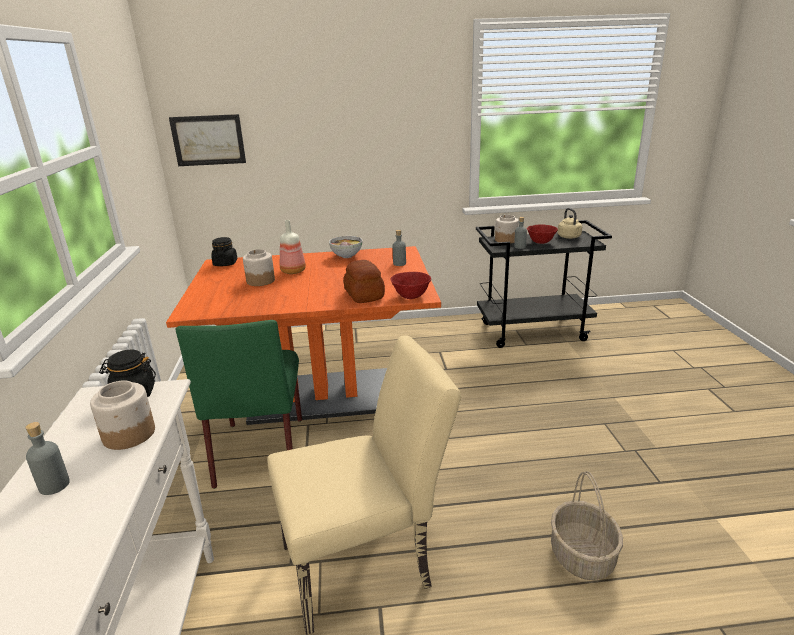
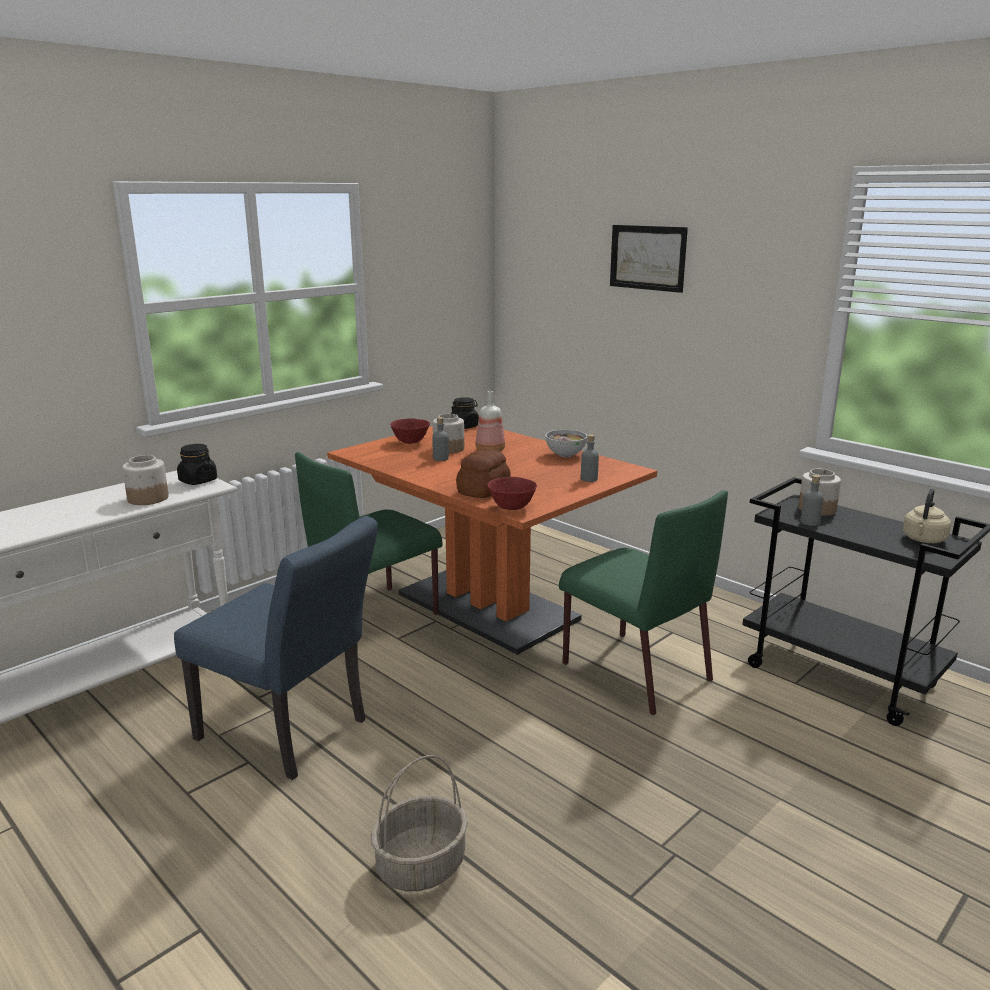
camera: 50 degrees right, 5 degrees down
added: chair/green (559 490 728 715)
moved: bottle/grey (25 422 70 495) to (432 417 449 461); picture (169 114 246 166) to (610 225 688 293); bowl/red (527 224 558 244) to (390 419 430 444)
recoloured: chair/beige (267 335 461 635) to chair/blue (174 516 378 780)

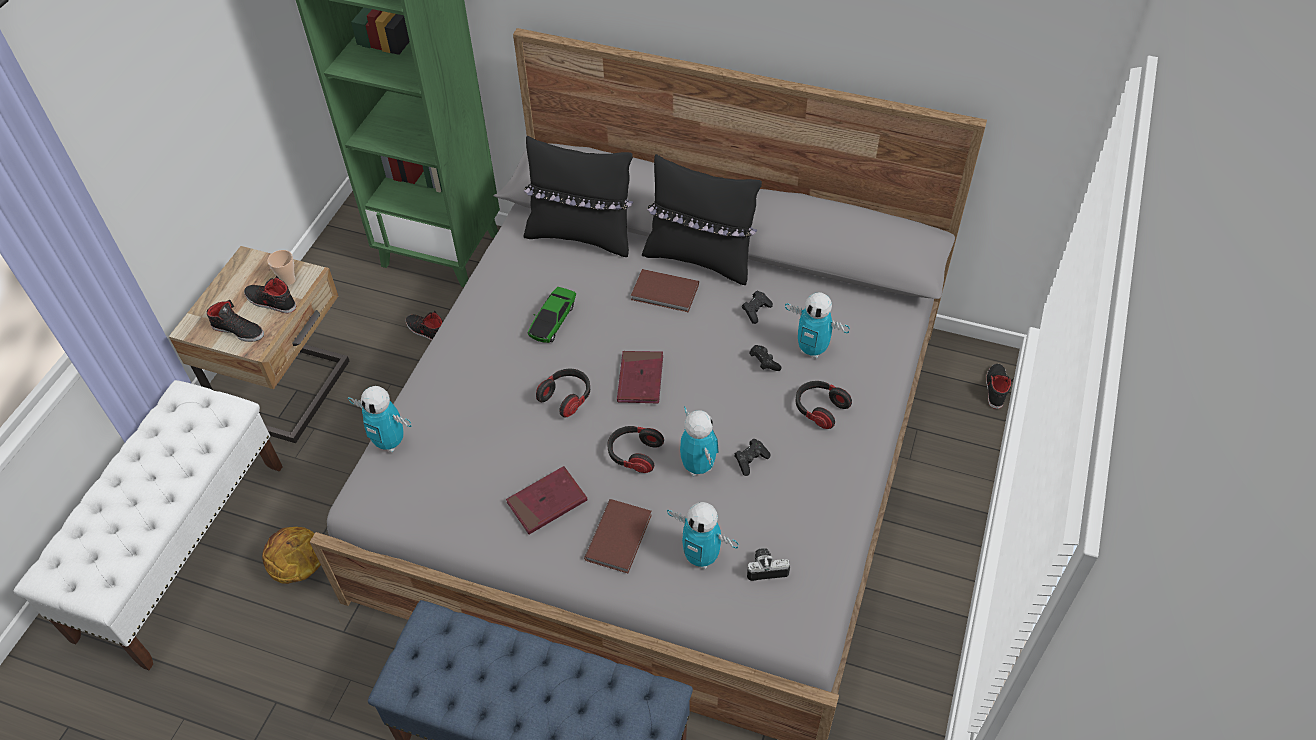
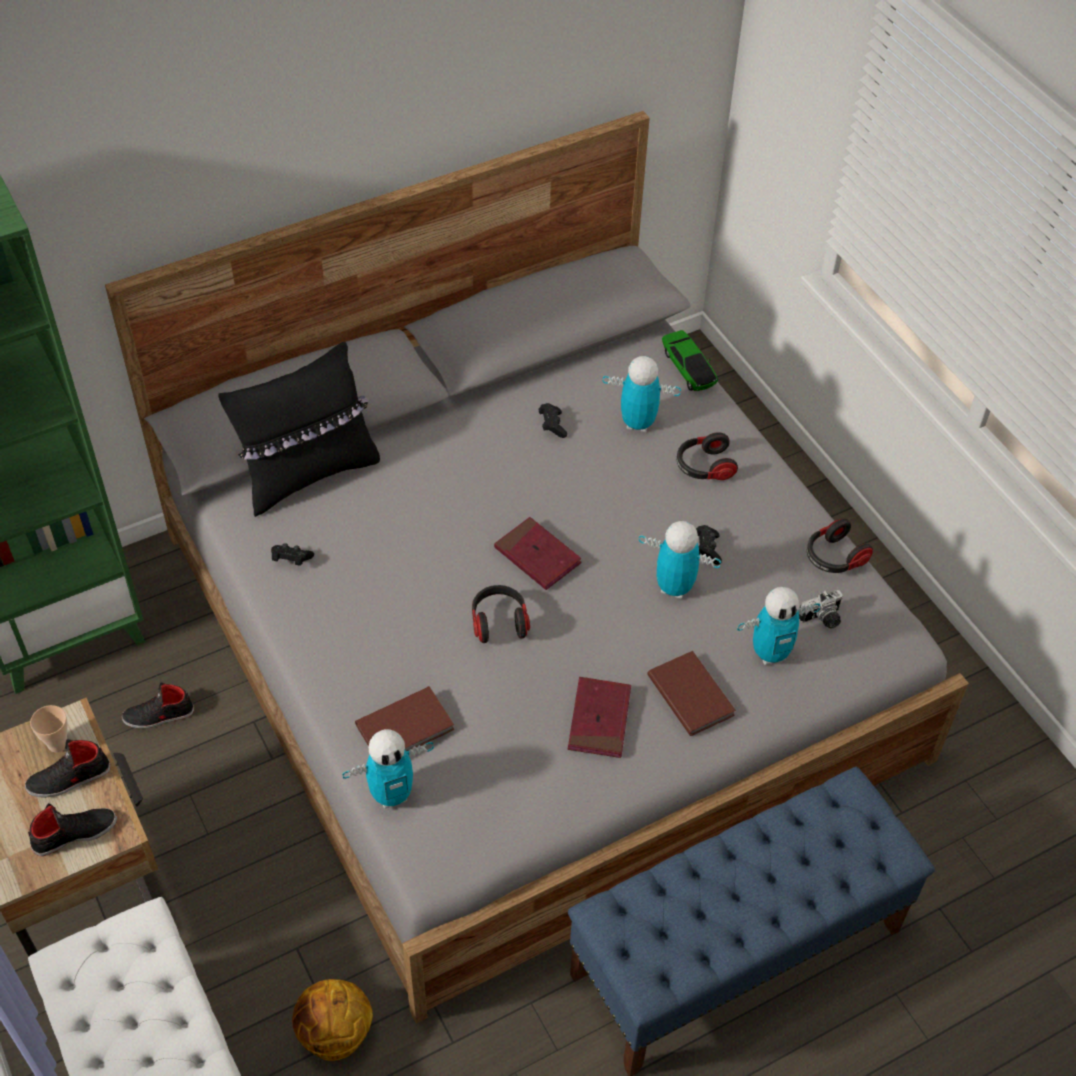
camera: 50 degrees left, 0 degrees up
removed: pillow/black (642 154 762 285); shoe/black (986 364 1013 409)
moved: toy car (528 287 576 343) to (662 330 718 391); headphones (607 426 664 473) to (807 519 873 573); book/brown (631 269 699 312) to (355 686 454 751); game controller/black (749 345 782 371) to (271 543 314 566)
turned: photo camera (747 548 790 581) = (799 590 843 629) 150 degrees counterclockwise; toy robot (785 292 850 359) = (603 356 681 432) 150 degrees counterclockwise

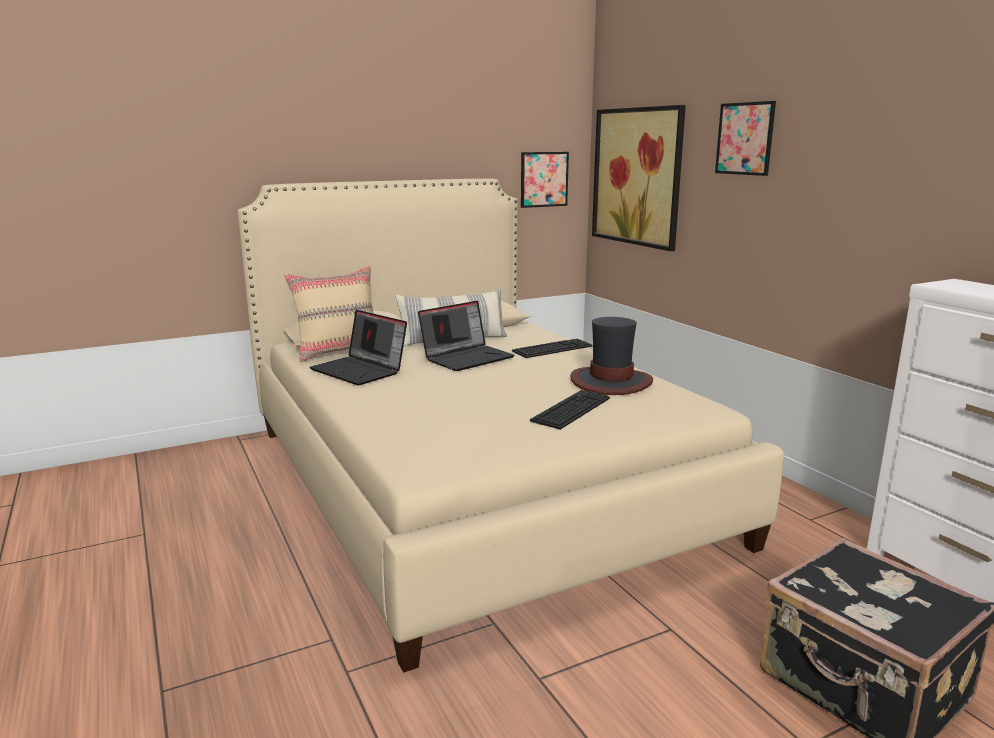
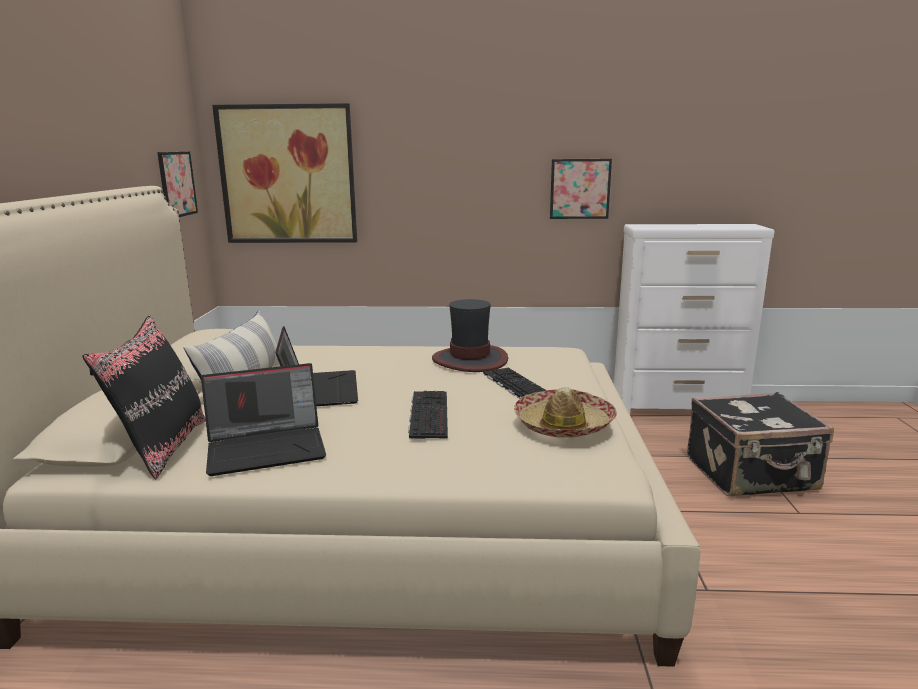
camera: 60 degrees left, 0 degrees up
added: hat (514 387 617 438)
moved: keyboard (512 339 592 358) to (408 391 448 439); picture (715 101 776 176) to (550 159 612 219)
recoloured: pillow/beige (284 266 373 362) to pillow/black (82 315 206 479)

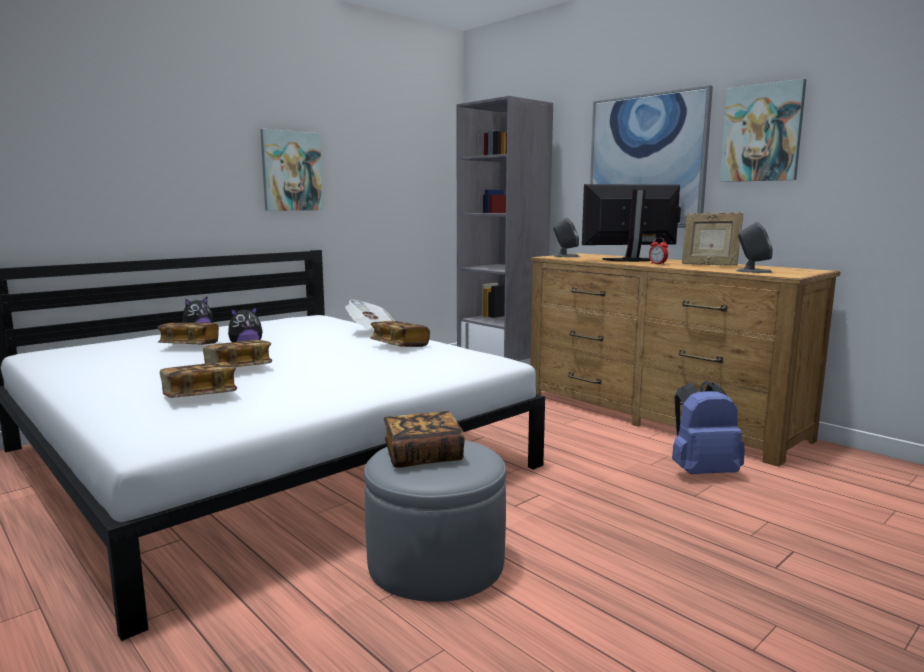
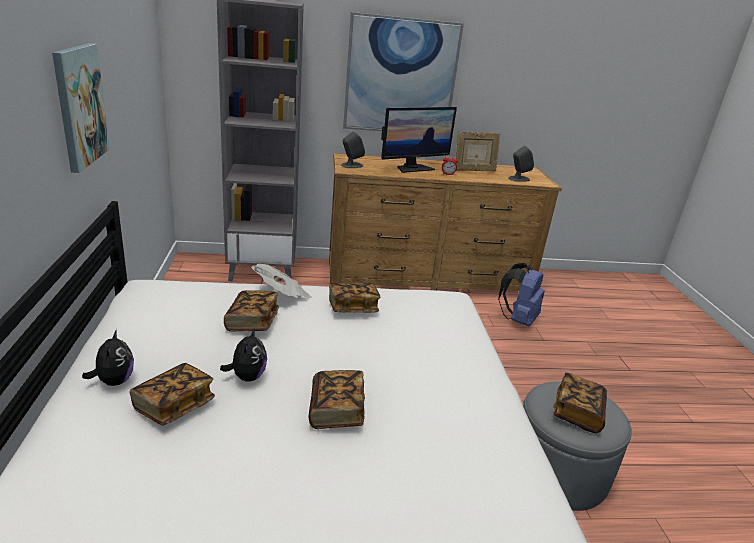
camera: 55 degrees left, 15 degrees up
removed: picture (719 79 806 182)
moved: book (160 362 237 398) to (224 290 279 332)
turned: monitor (582 184 681 262) = (381 107 457 173) 150 degrees counterclockwise

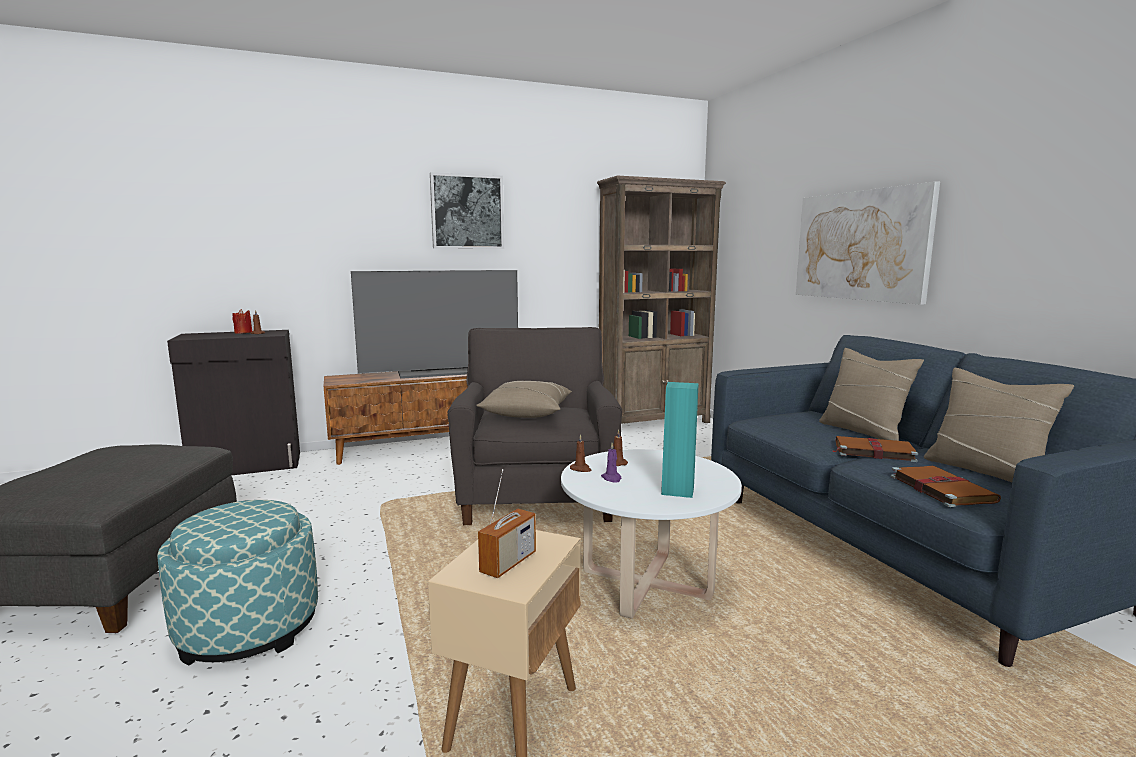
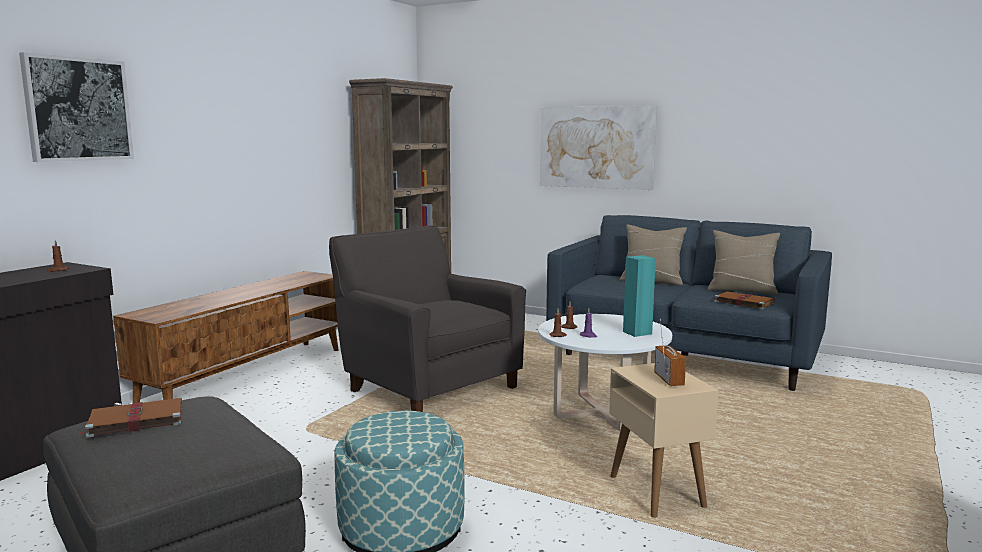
camera: 40 degrees left, 0 degrees up
removed: candle/red (233 309 252 334); television (351 270 518 379); pillow/beige (476 381 572 418)
moved: picture (430 172 504 249) to (19 52 134 162); book/brown (833 436 918 462) to (78 398 182 438)

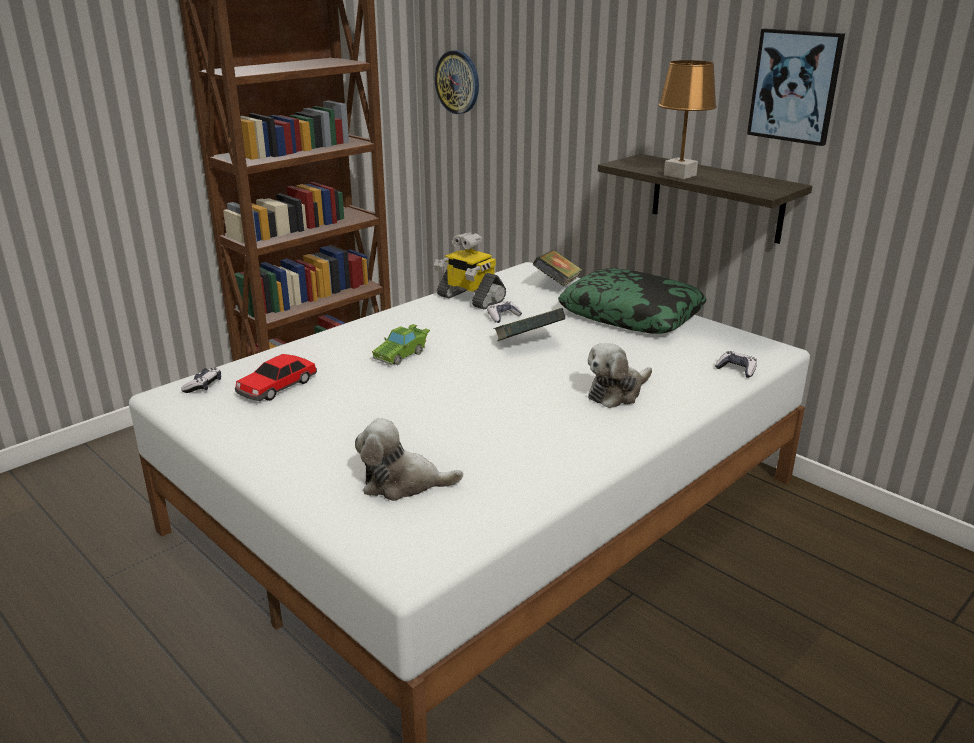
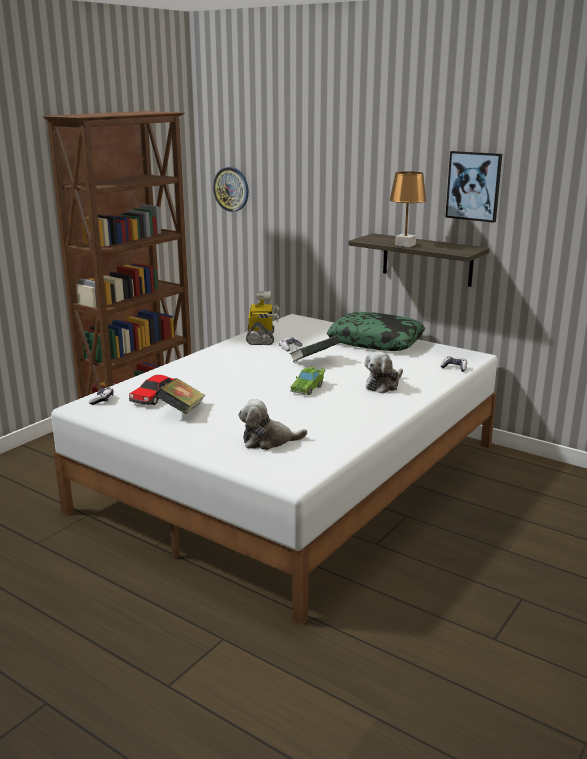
camera: 10 degrees left, 5 degrees down
moved: toy car/green (372 324 430 365) to (290 367 326 395); book (533 250 582 286) to (155 378 205 414)
turned: toy robot (434 232 506 310) = (246 291 279 345) 120 degrees counterclockwise

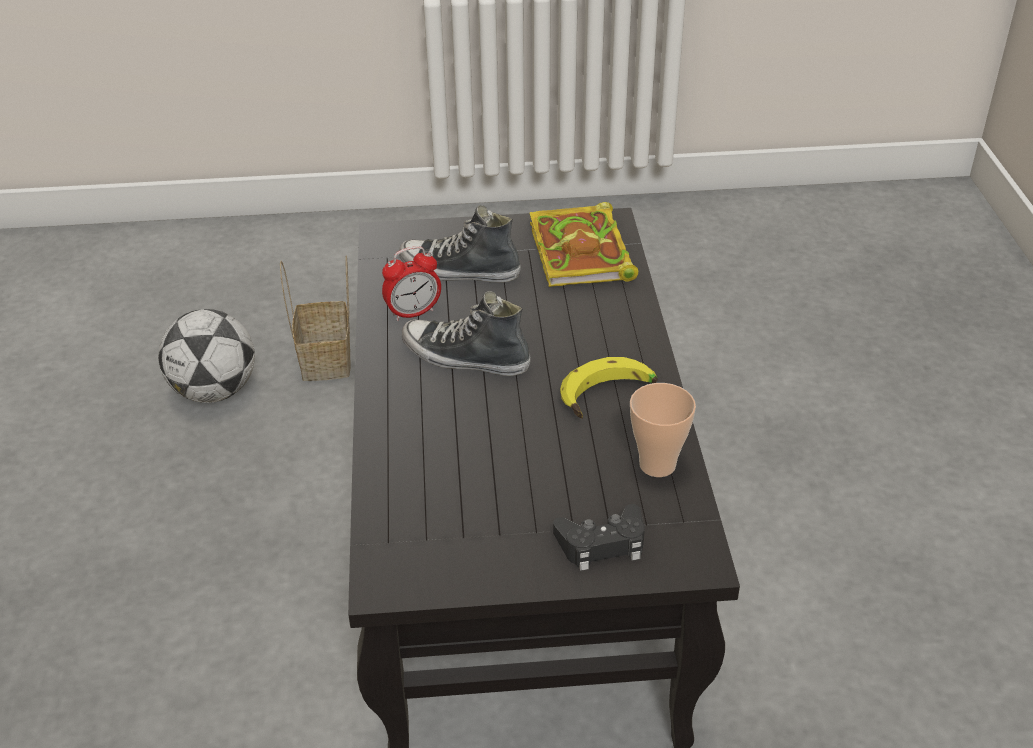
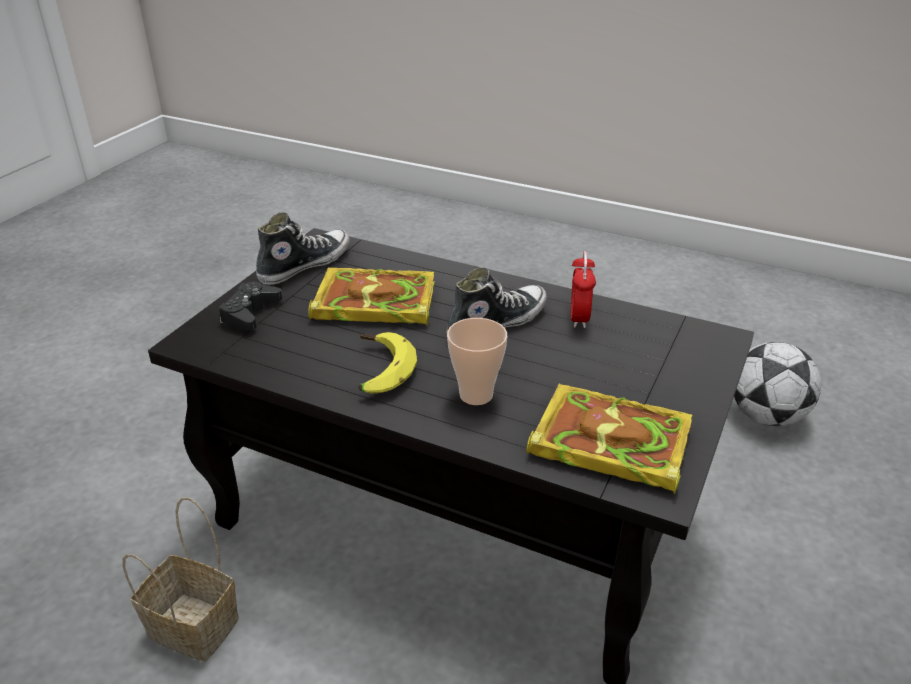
camera: 120 degrees right, 5 degrees down
added: book (308 268 435 326)
moved: basket (280 256 351 381) to (122 497 239 662); shoe (399 205 521 283) to (256 212 350 285); cup (630 383 696 477) to (447 318 507 405)

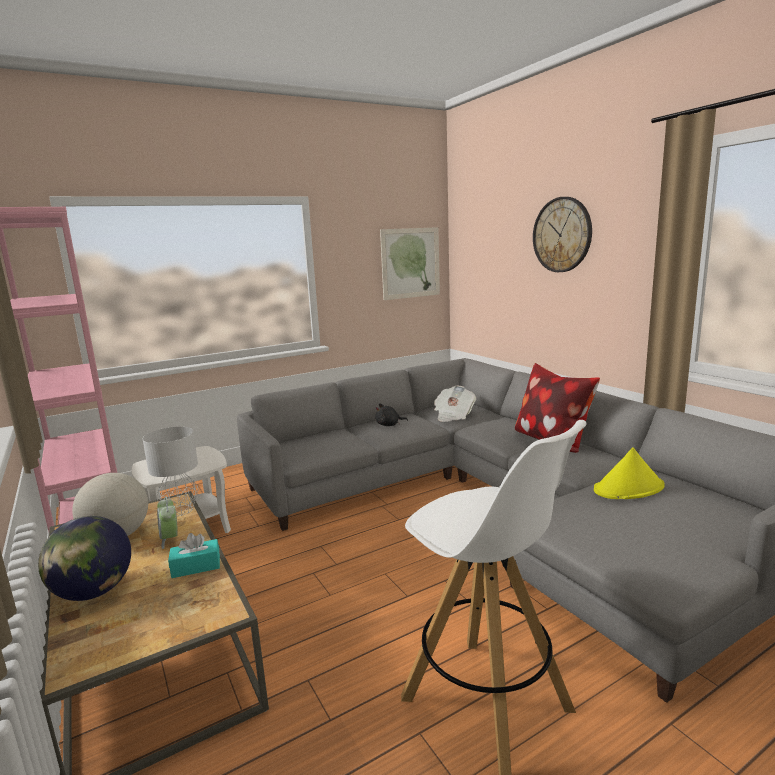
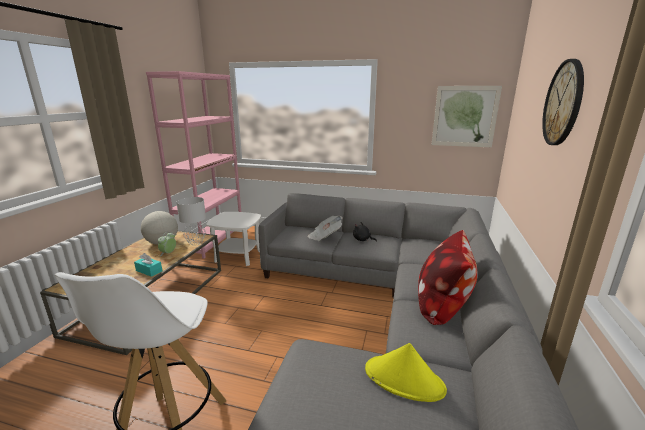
camera: 45 degrees right, 5 degrees up
removed: globe (38 516 131 601)
moved: newspaper (434 386 476 422) to (308 216 343 241)

